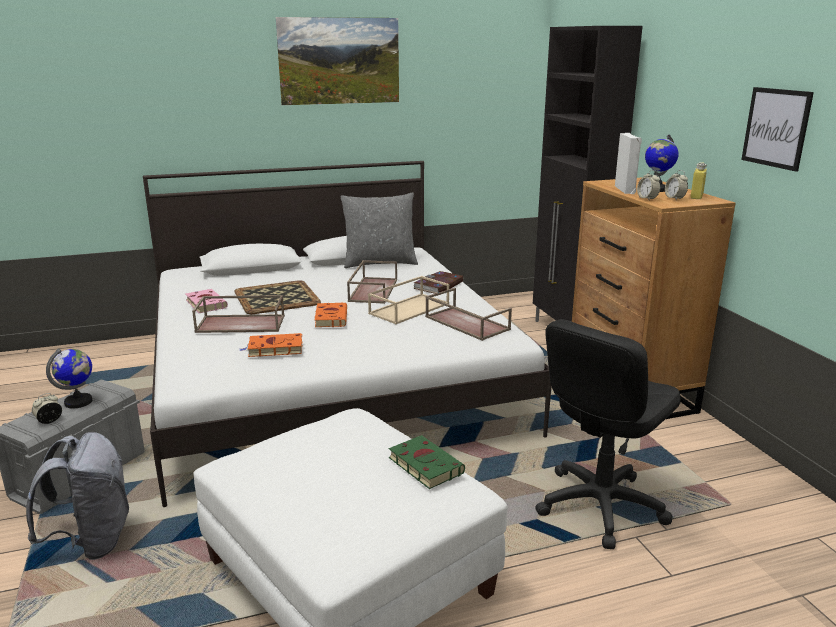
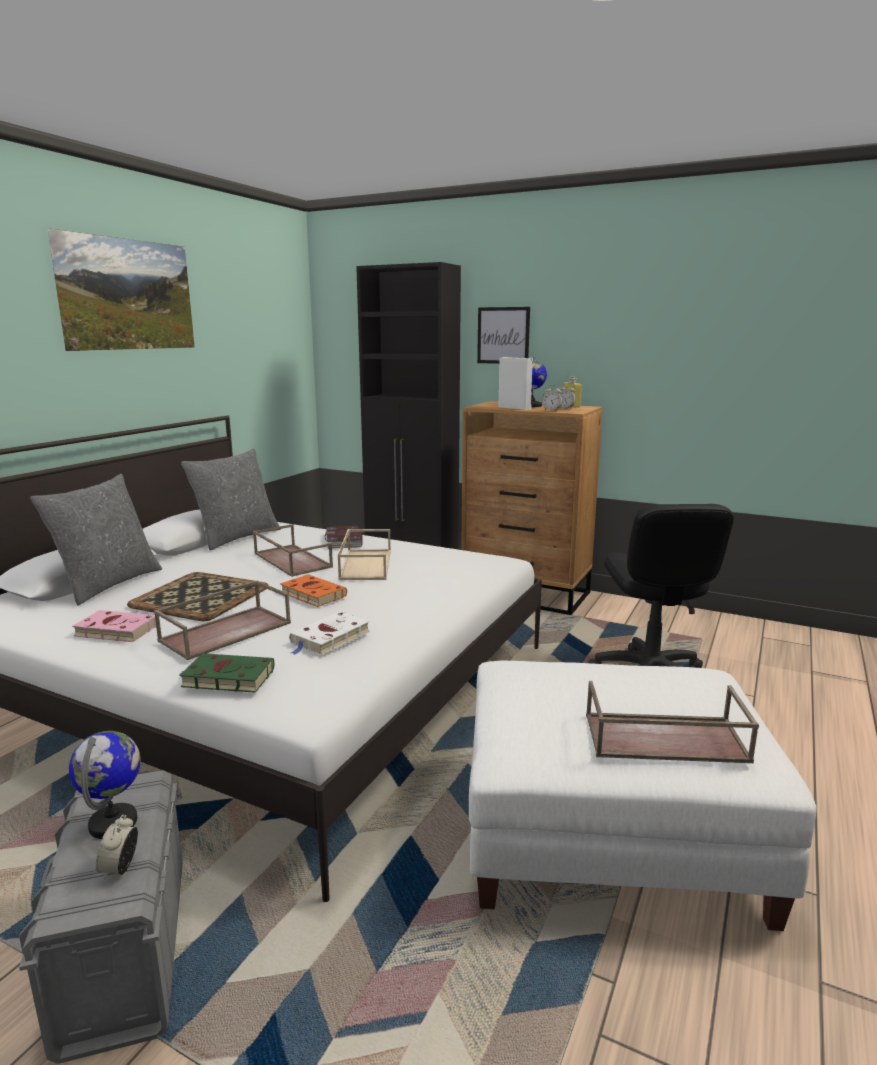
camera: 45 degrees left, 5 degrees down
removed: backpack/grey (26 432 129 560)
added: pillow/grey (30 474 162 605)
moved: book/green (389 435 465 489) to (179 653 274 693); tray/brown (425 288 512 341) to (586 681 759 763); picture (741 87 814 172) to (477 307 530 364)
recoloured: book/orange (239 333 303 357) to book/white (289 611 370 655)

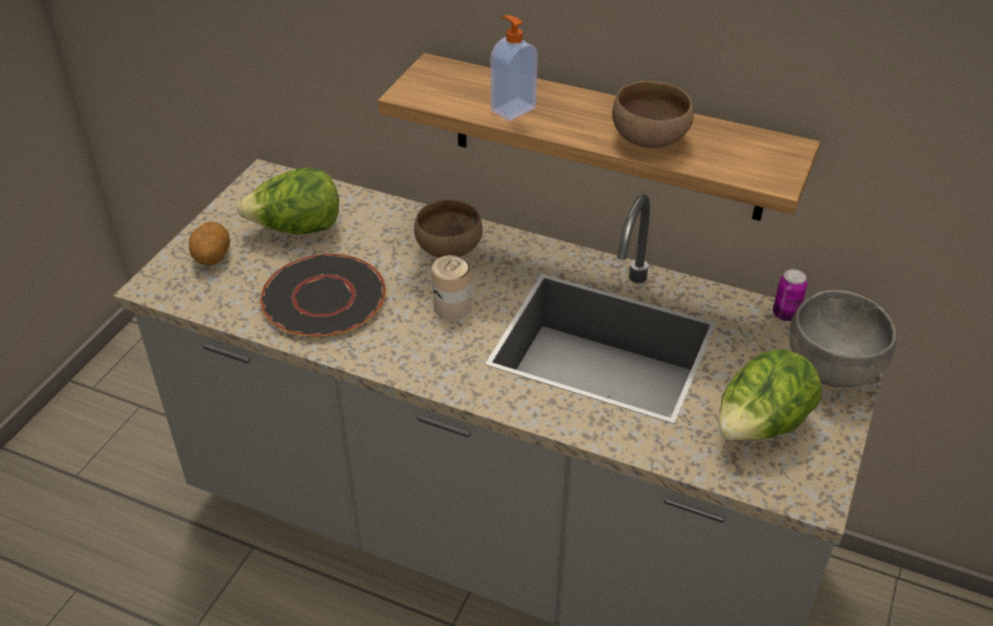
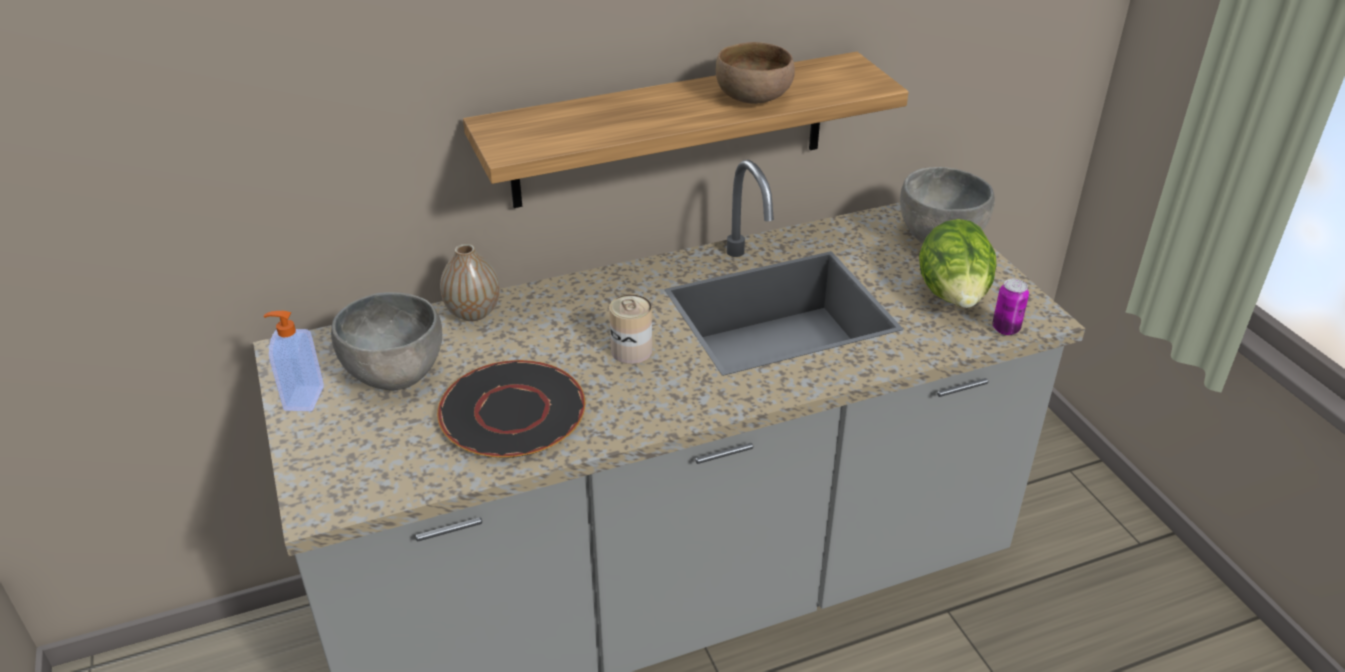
camera: 45 degrees left, 5 degrees down
removed: potato (189 222 230 265); bowl/brown (414 200 482 258)
added: vase (440 244 500 321)
moved: soap dispenser (490 15 538 121) to (263 311 324 411); can (773 269 807 321) to (992 279 1029 335)
replaced: lettuce (237 168 339 235) to bowl/grey (331 292 442 391)

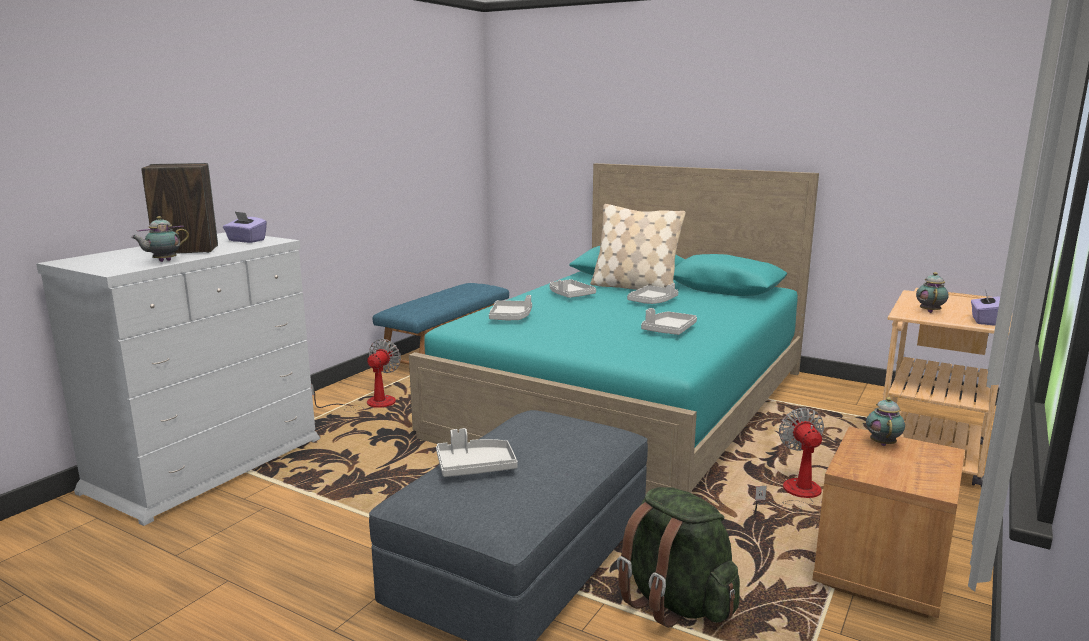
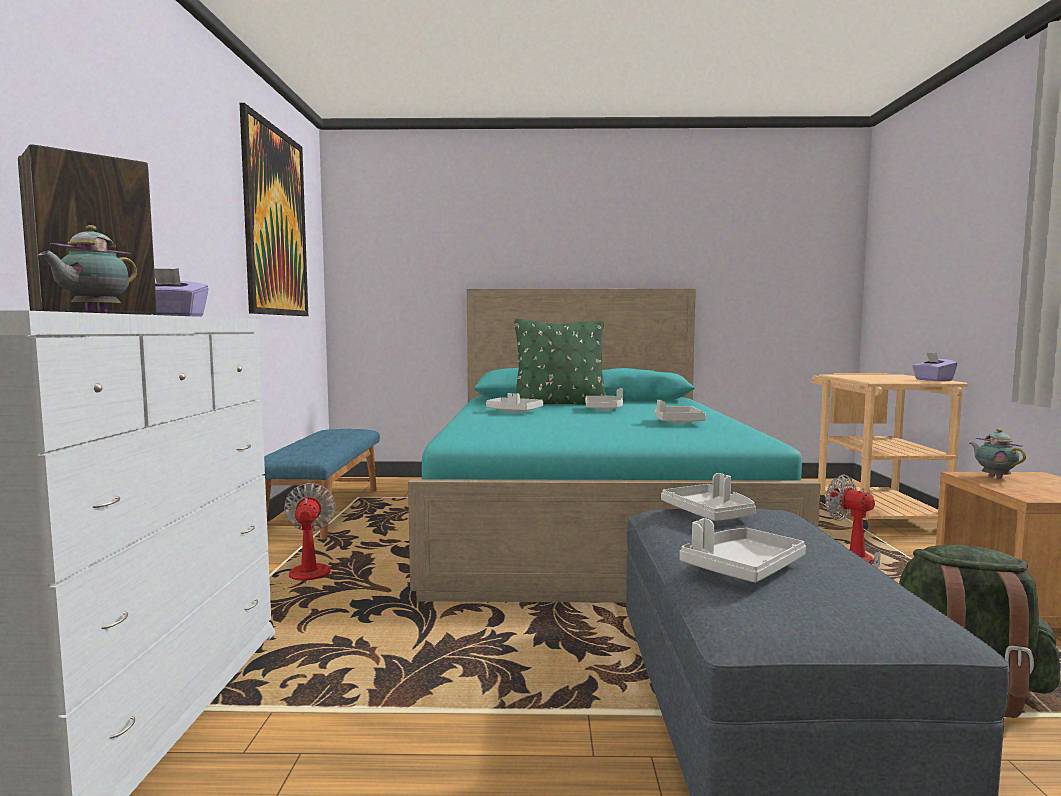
camera: 30 degrees left, 10 degrees down
removed: teapot (916 272 949 313)
added: picture (240 103 308 316)
moved: tray/grey (489 295 532 321) to (661 473 756 521)
recoloured: pillow/beige (590 204 686 290) to pillow/green (514 319 607 405)

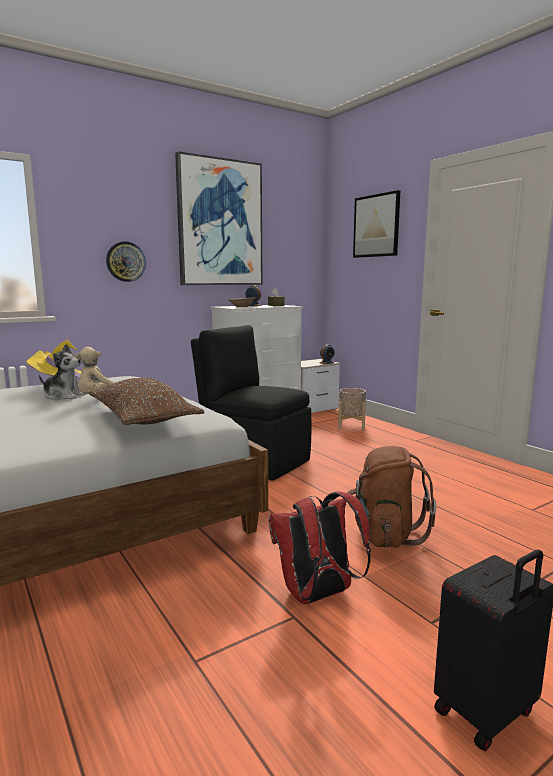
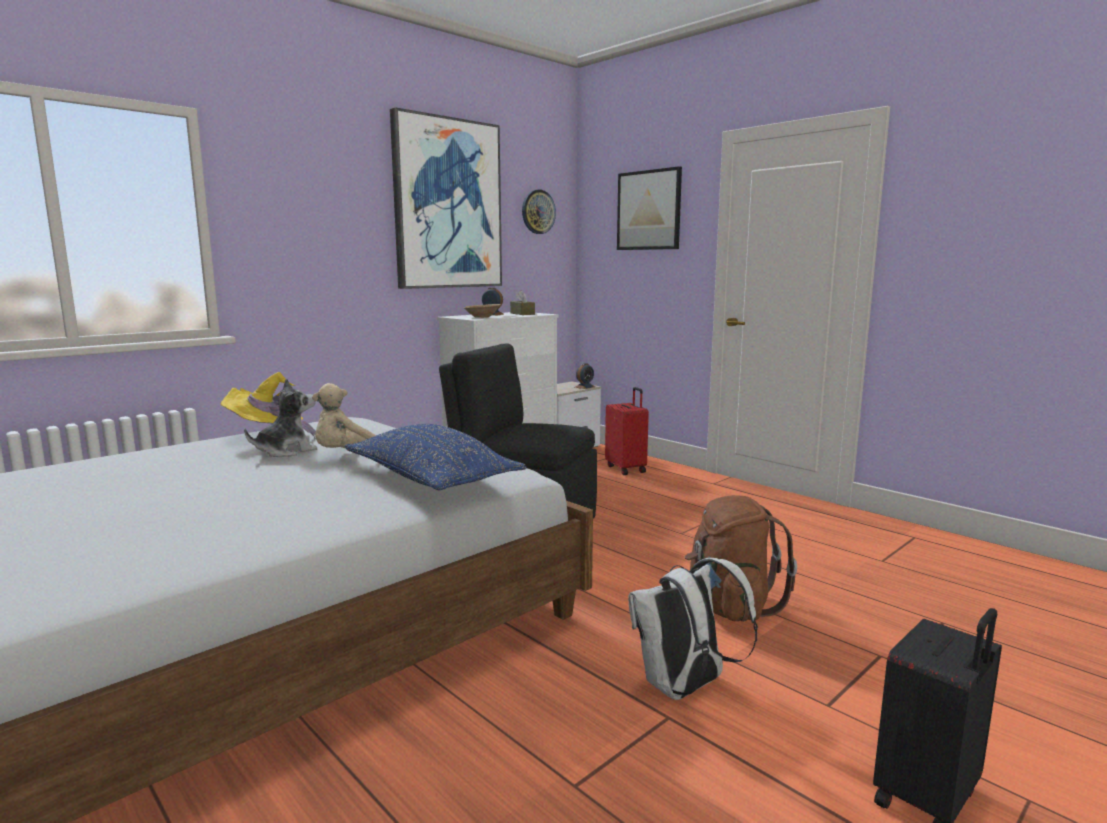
camera: 10 degrees left, 0 degrees up
moved: wall clock (106 241 146 282) to (522 189 556 234)
replaced: planter/beige (338 388 366 431) to suitcase/red (605 387 649 475)
recoloured: pillow/brown (89 378 204 425) to pillow/blue (344 424 526 490); backpack/red (269 491 371 604) to backpack/white (628 558 758 700)
turned: plush toy (39 344 87 400) = (244 379 317 457) 45 degrees counterclockwise

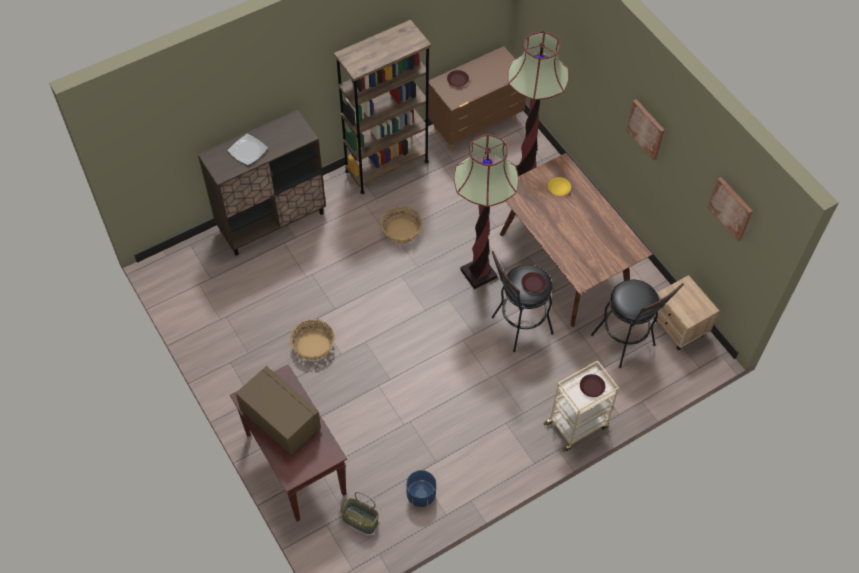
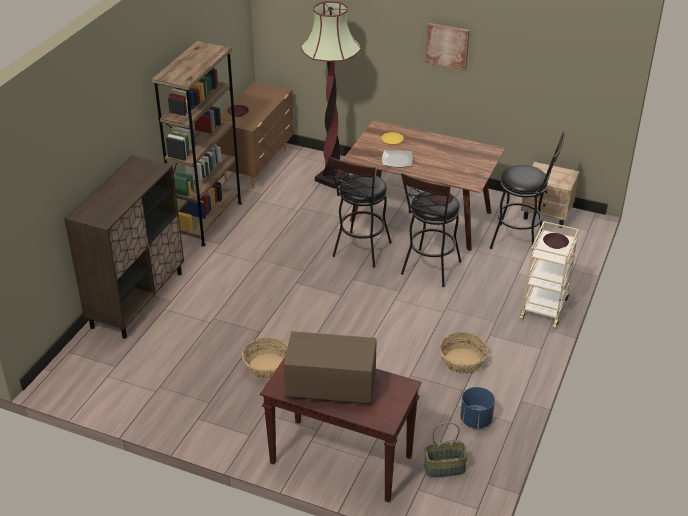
camera: 35 degrees left, 20 degrees down
removed: picture (708 177 753 241)
moved: plate (227 134 268 165) to (382 150 413 167); basket (381 206 422 244) to (439 332 488 374)
replaced: floor lamp (454 134 519 289) to stool/black (328 156 392 268)

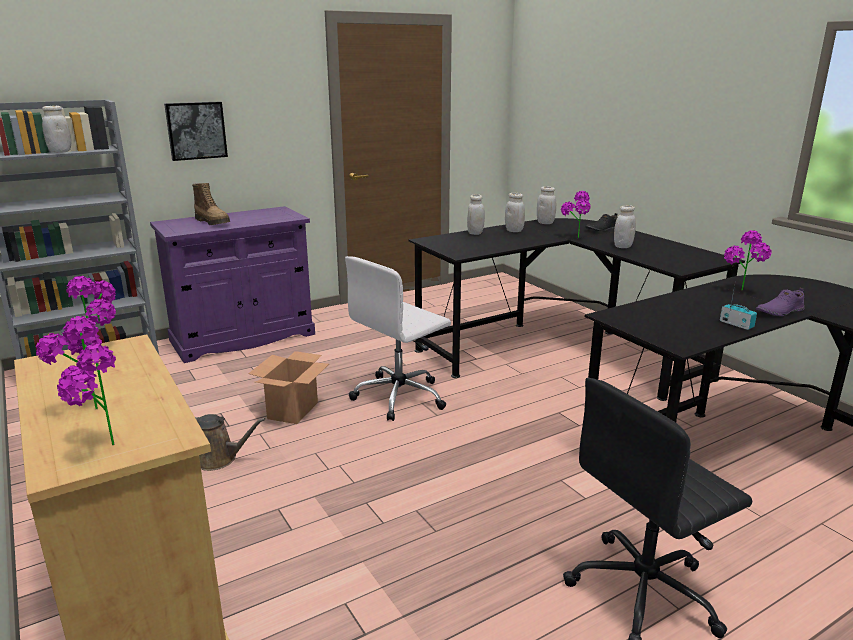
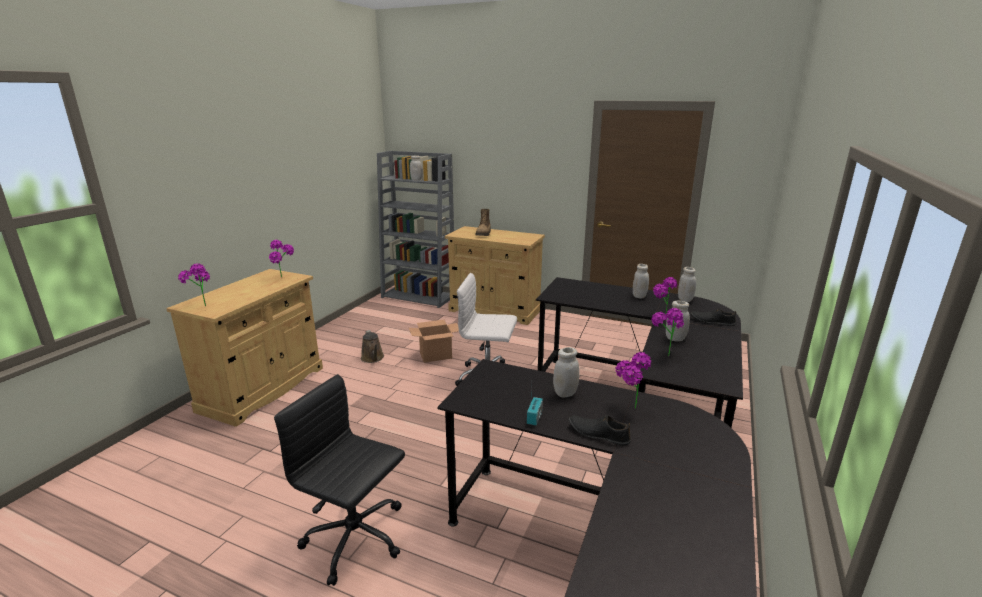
camera: 55 degrees right, 0 degrees up
removed: picture (164 102 228 161)
moved: potted plant (36 316 102 409) to (651 308 684 356); jar/white (467 194 485 235) to (553 347 580 397)
recoloured: cabinet/purple (150 206 315 363) to cabinet/beige (445 226 545 325); shoe/purple (756 288 805 316) to shoe/black (569 415 631 446)

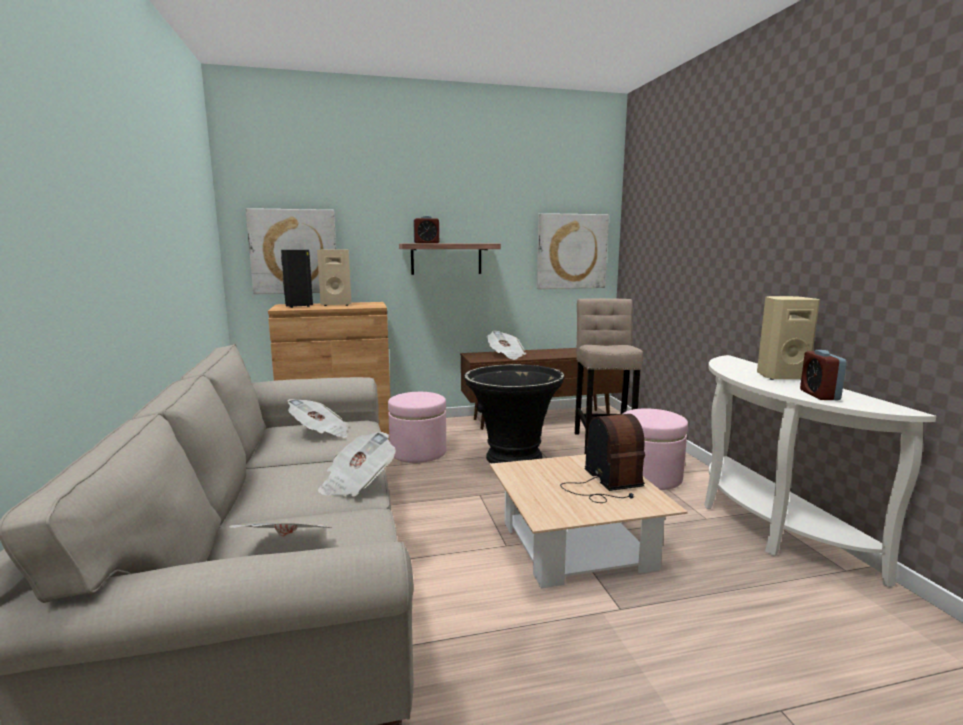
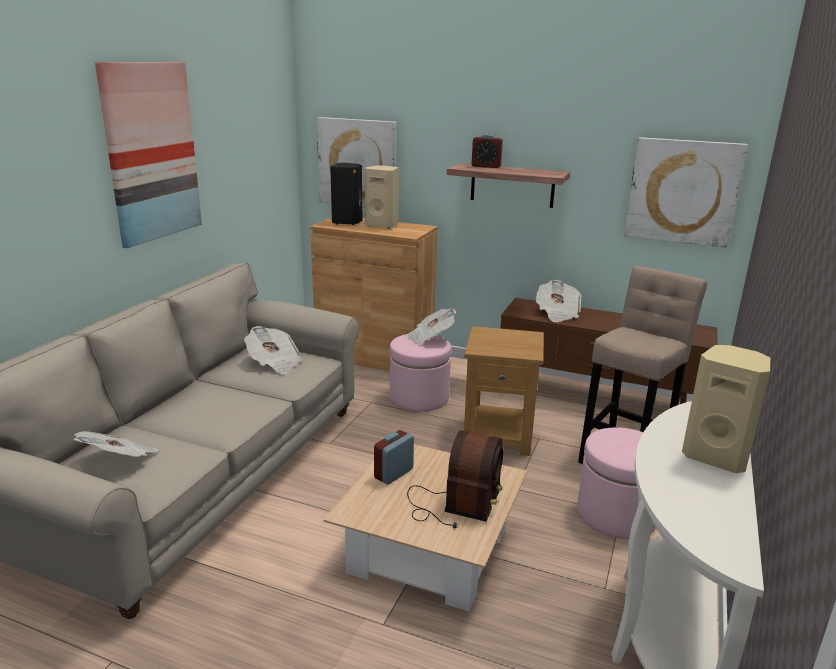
camera: 35 degrees right, 10 degrees up
added: picture (95 62 202 248)
moved: newspaper (318 432 395 496) to (405 309 457 344); alarm clock (800 350 847 400) to (374 430 414 484)
replaced: planter/black (464 364 564 463) to side table/brown (464 326 544 456)

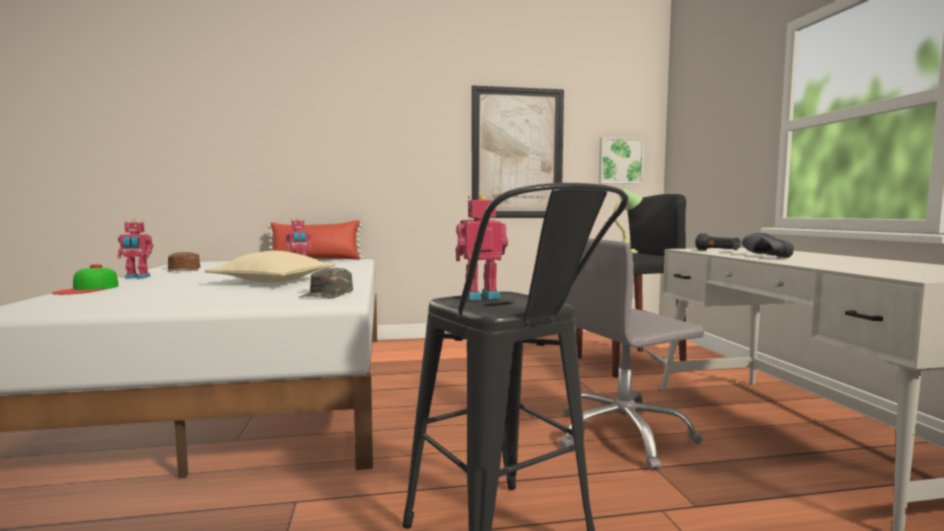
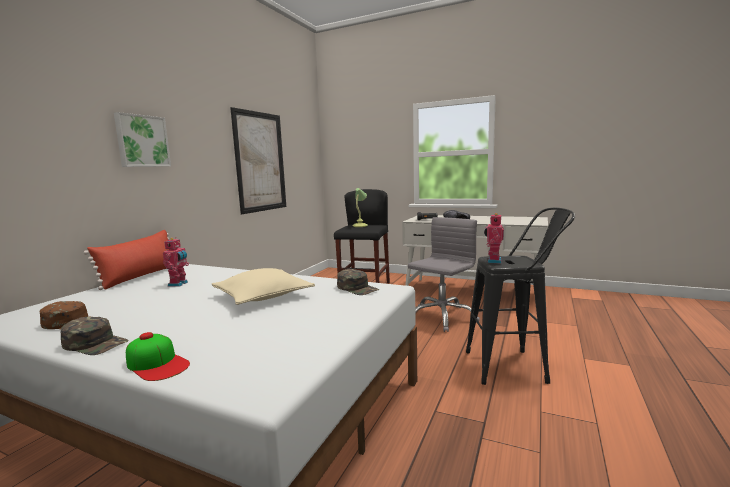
camera: 55 degrees left, 5 degrees up
moved: picture (599 137 644 184) to (114 112 171 167)
replaced: toy robot (118 219 153 279) to cap/green (60 317 128 355)
turned: office chair/grey (559 238 704 470) = (408 217 480 332) 150 degrees counterclockwise

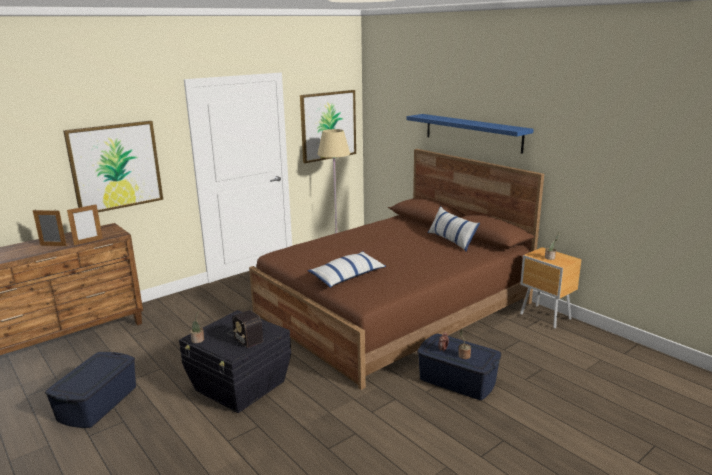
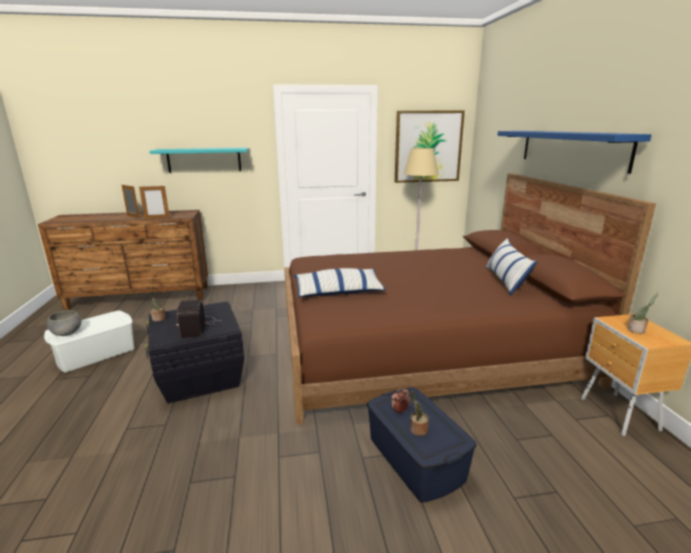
camera: 30 degrees right, 0 degrees up
added: bowl/grey (47 310 82 336)
replaced: picture (63 121 163 212) to shelf/turquoise (149 148 248 173)
recoloured: storage box/blue (45 352 136 428) to storage box/white (44 311 134 373)

